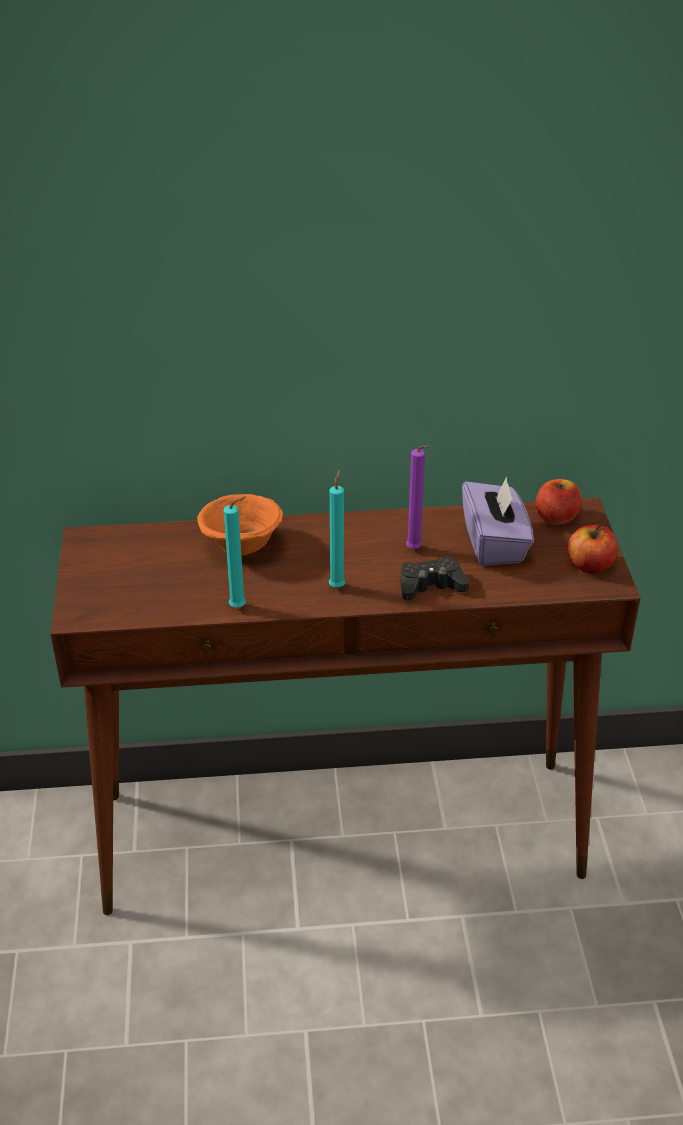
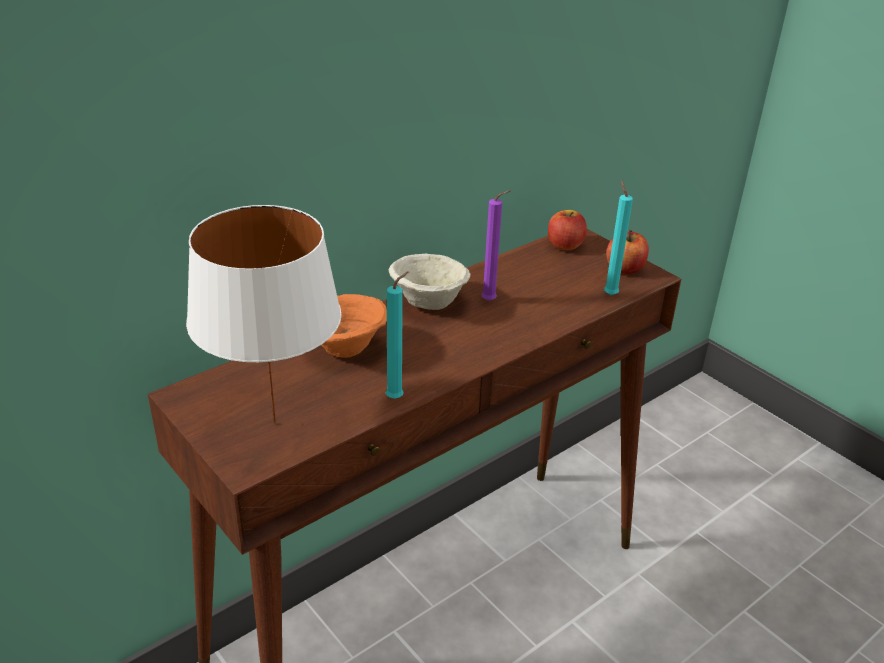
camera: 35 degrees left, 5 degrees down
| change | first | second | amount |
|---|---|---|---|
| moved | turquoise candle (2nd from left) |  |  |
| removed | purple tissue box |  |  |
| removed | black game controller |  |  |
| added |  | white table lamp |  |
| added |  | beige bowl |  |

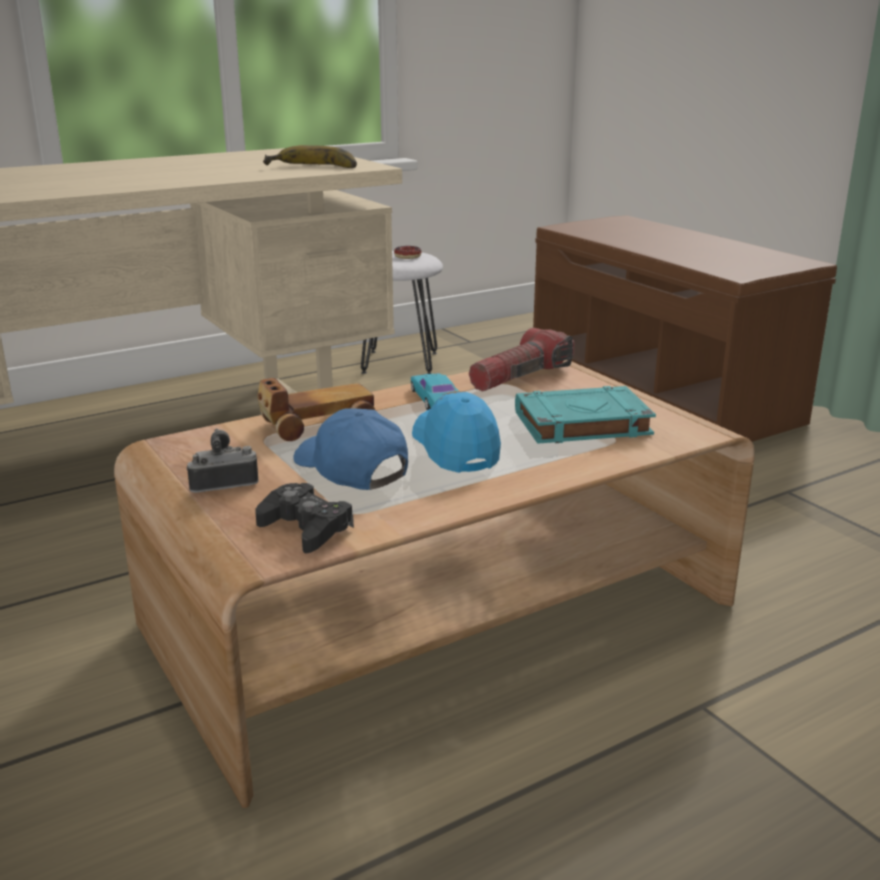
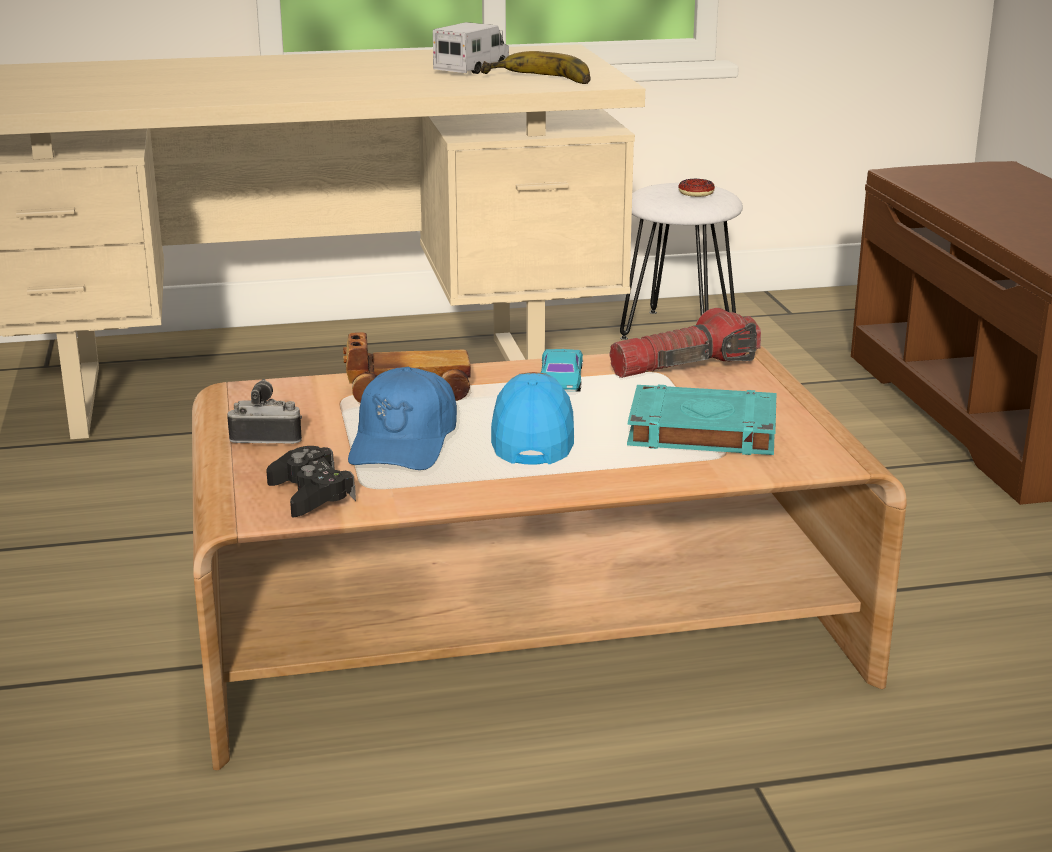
camera: 20 degrees right, 0 degrees up
| change | first | second | amount |
|---|---|---|---|
| turned | blue cap (1st from left) |  | 150 degrees counterclockwise |
| added |  | toy truck |  |

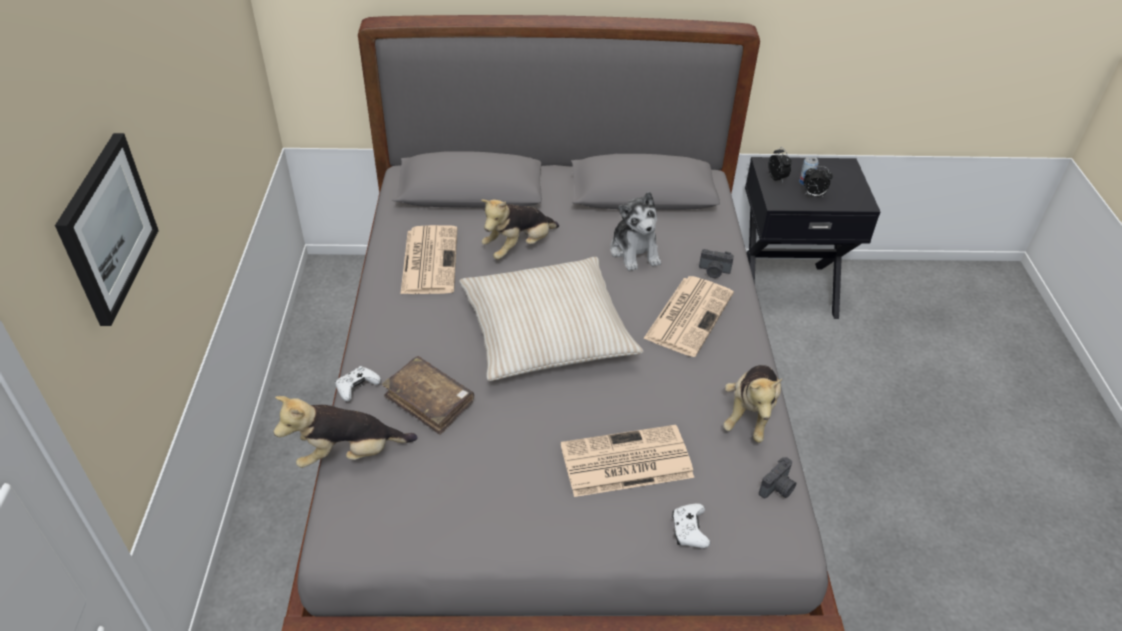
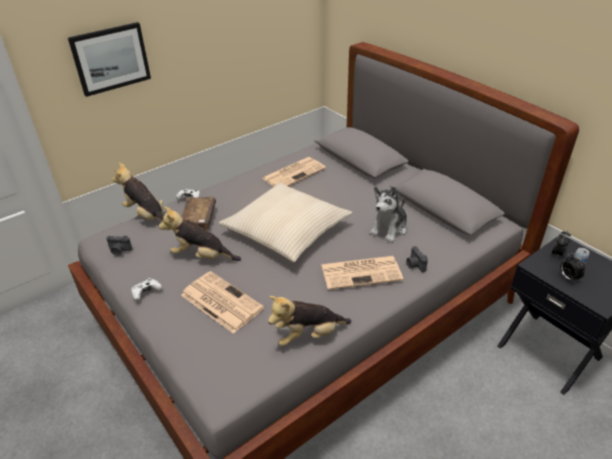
camera: 55 degrees right, 5 degrees down
| change | first | second | amount |
|---|---|---|---|
| moved | plush toy (2nd from left) |  |  |
| moved | photo camera (2nd from left in the first image) | photo camera (1st from left) |  |
| moved | white game controller (2nd from left in the first image) | white game controller (1st from left) |  |

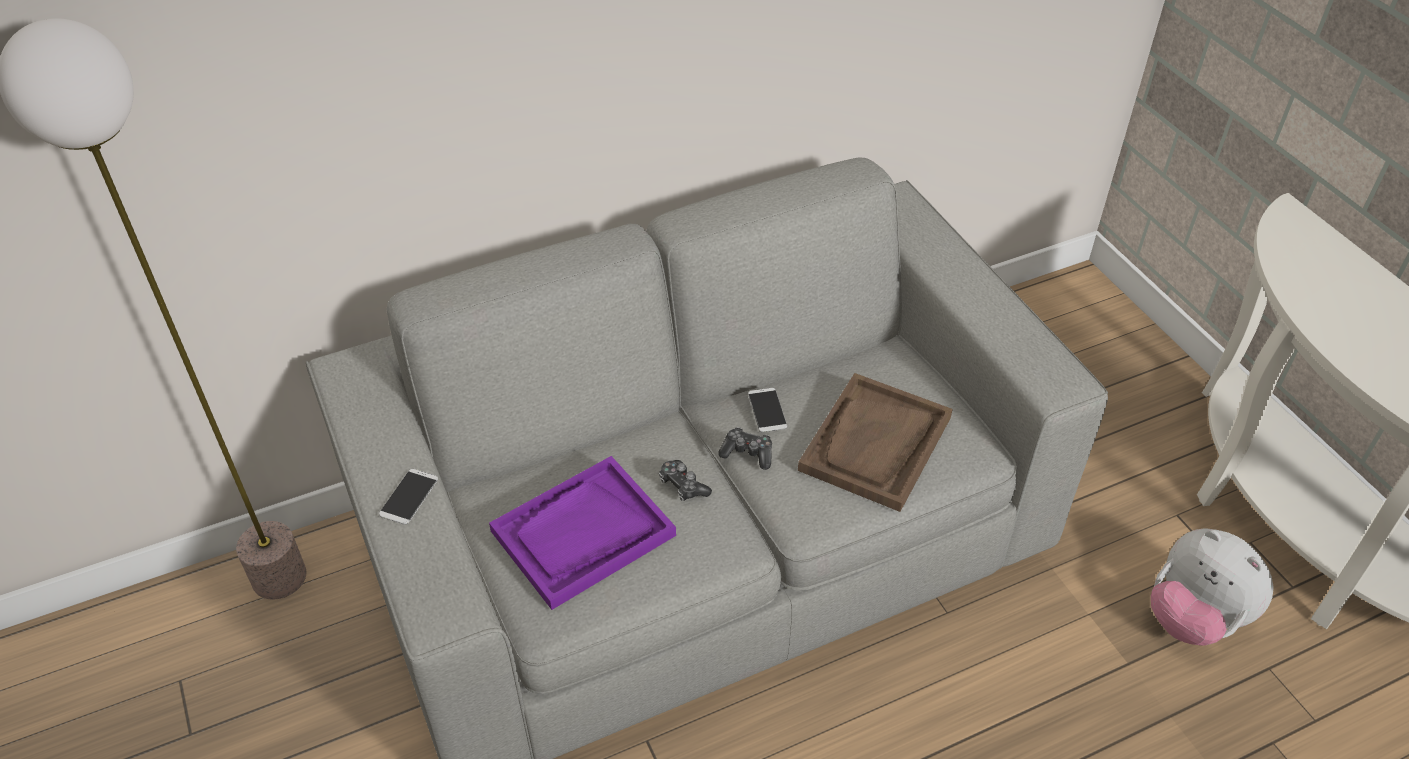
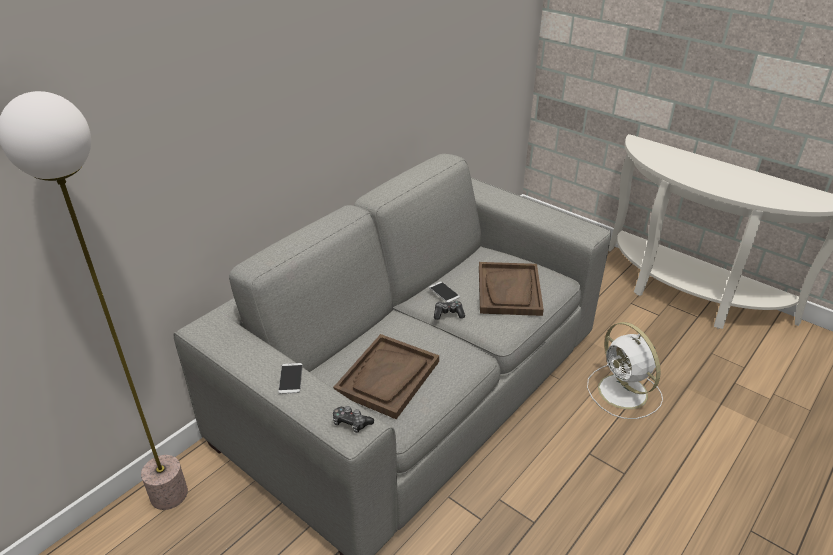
camera: 25 degrees left, 10 degrees down
| change | first | second | amount |
|---|---|---|---|
| recoloured | purple tray | brown tray (1st from left) |  |
| moved | game controller (1st from left) |  |  |
| removed | plush toy |  |  |
| added |  | white fan |  |

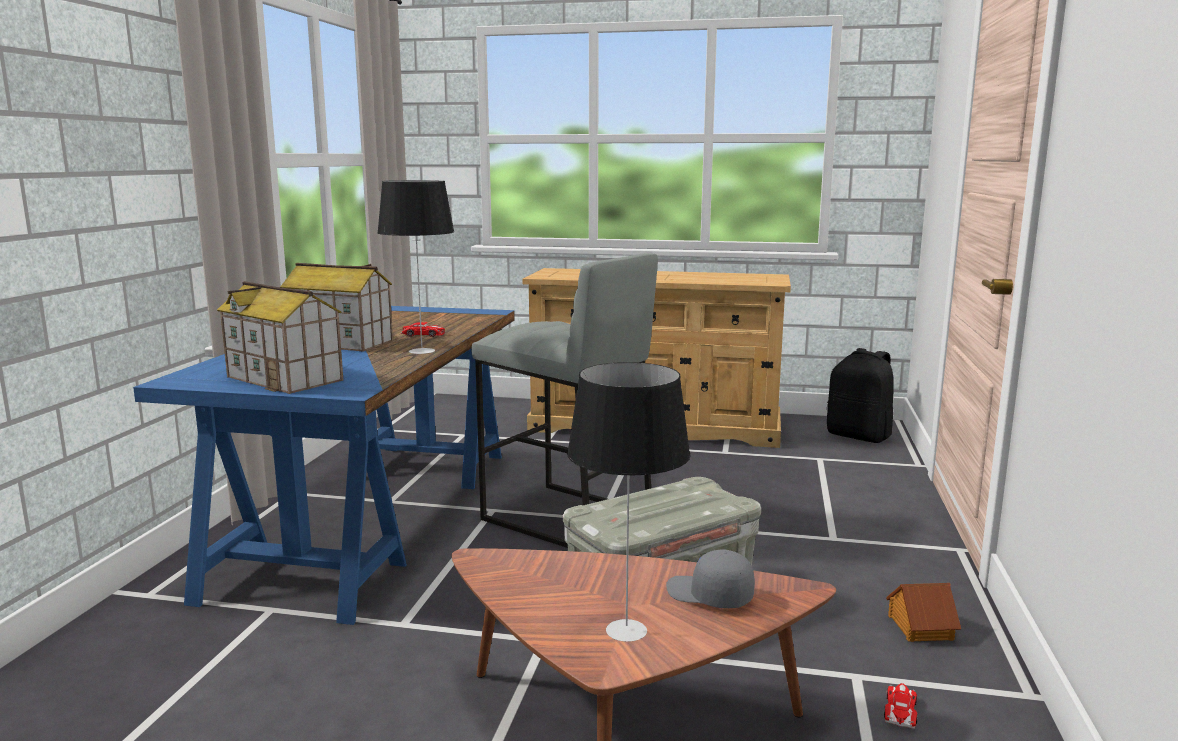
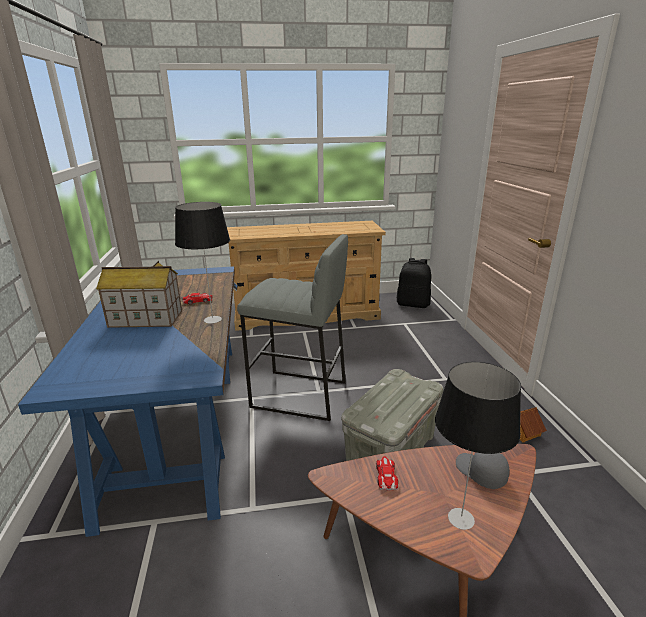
camera: 20 degrees left, 10 degrees up
| change | first | second | amount |
|---|---|---|---|
| removed | toy house (1st from left) |  |  |
| turned | grey cap |  | 45 degrees clockwise |
| moved | toy car (2nd from left) |  |  |

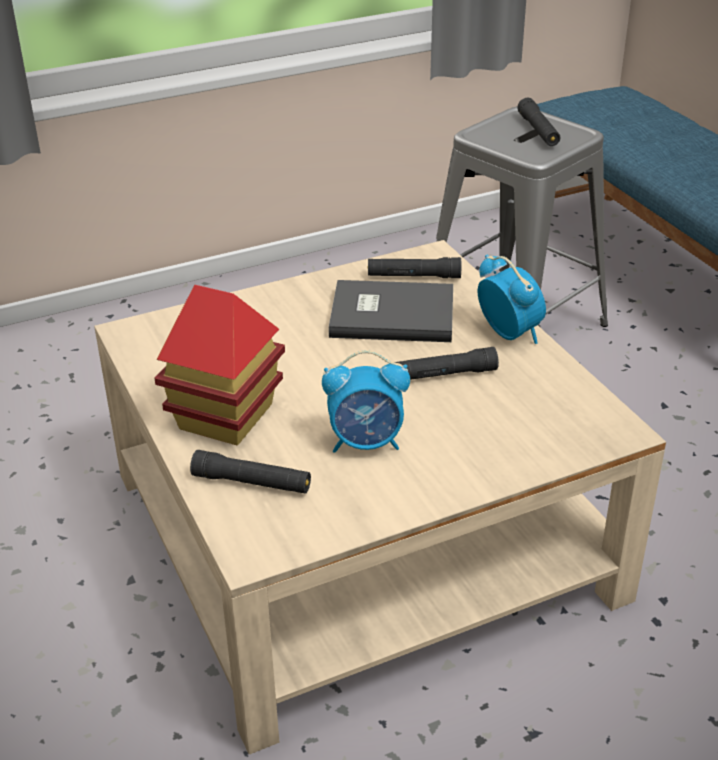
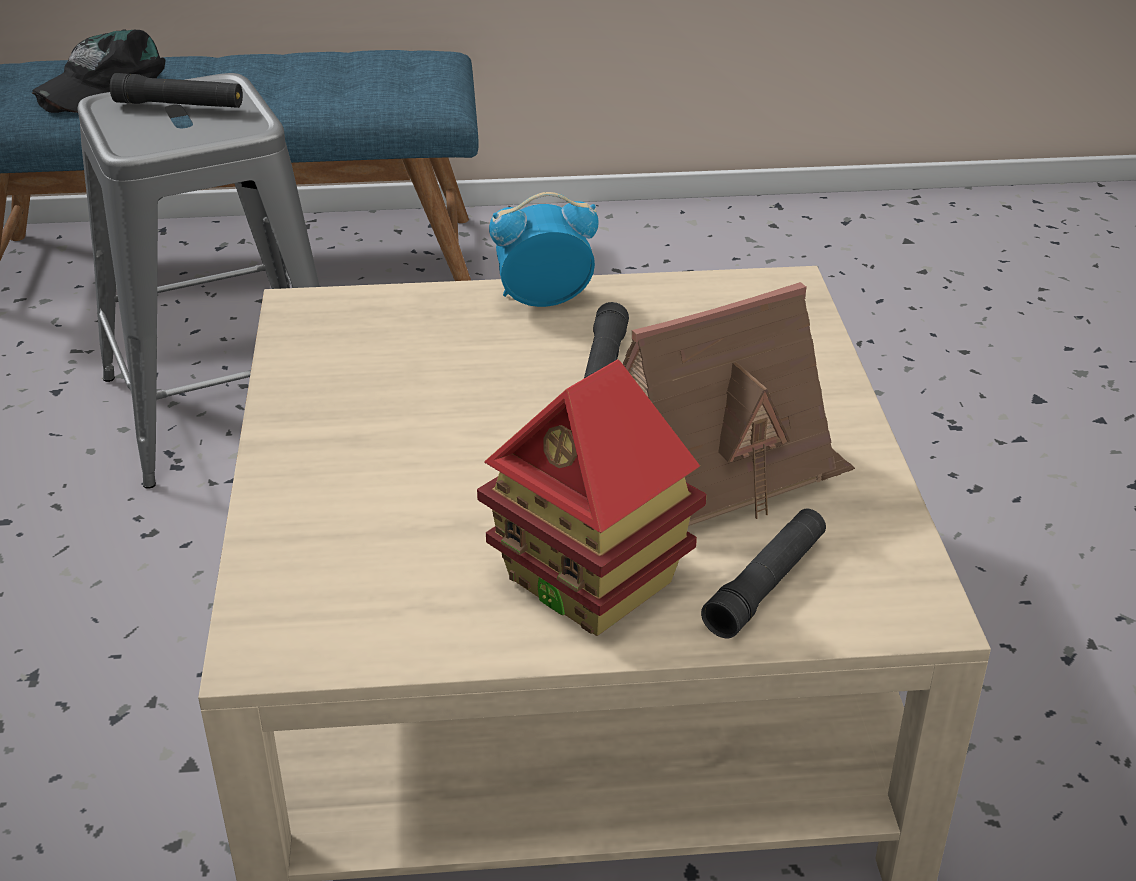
camera: 70 degrees left, 0 degrees up
| change | first | second | amount |
|---|---|---|---|
| removed | black flashlight (2nd from left) |  |  |
| removed | grey book |  |  |
| replaced | alarm clock (1st from left) | toy house (2nd from left) |  |
| added |  | black cap |  |

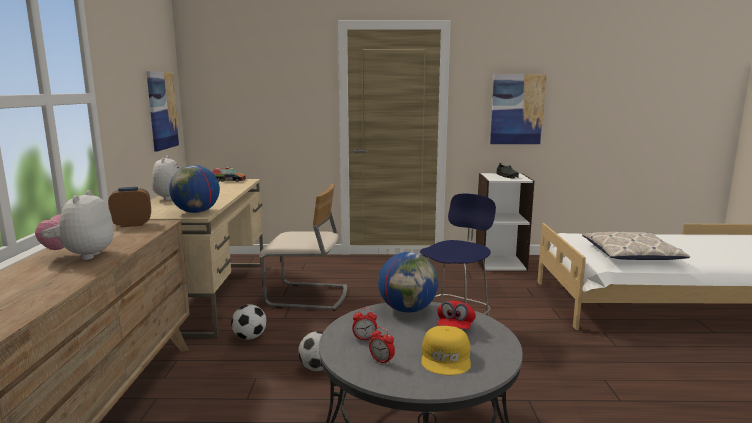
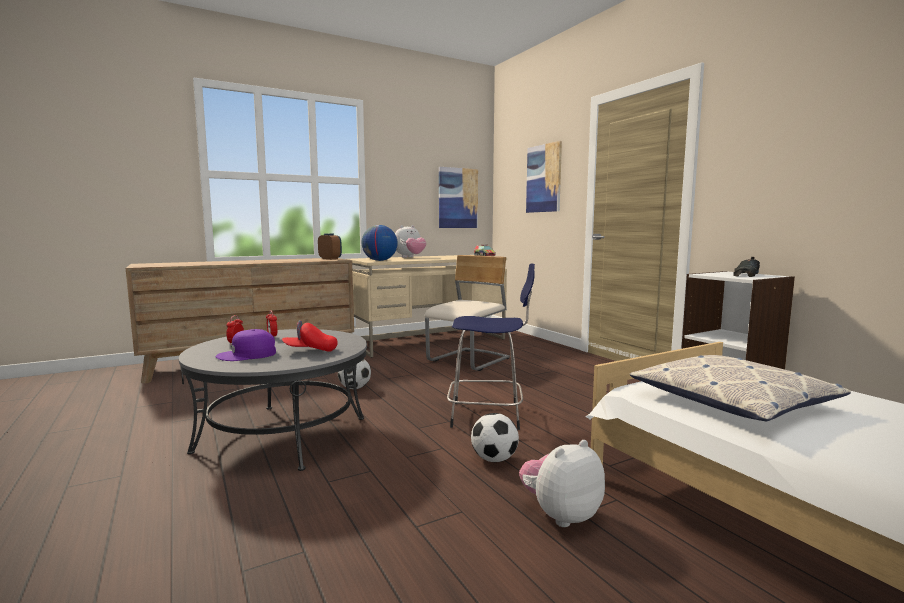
camera: 60 degrees right, 5 degrees down
| change | first | second | amount |
|---|---|---|---|
| moved | picture (2nd from left) |  |  |
| turned | beige chair |  | 120 degrees counterclockwise |
| moved | plush toy (1st from left in the first image) | plush toy (2nd from left) |  |
| removed | globe (2nd from left) |  |  |
| moved | football (1st from left in the first image) | football (2nd from left) |  |
| recoloured | yellow cap | purple cap |  |

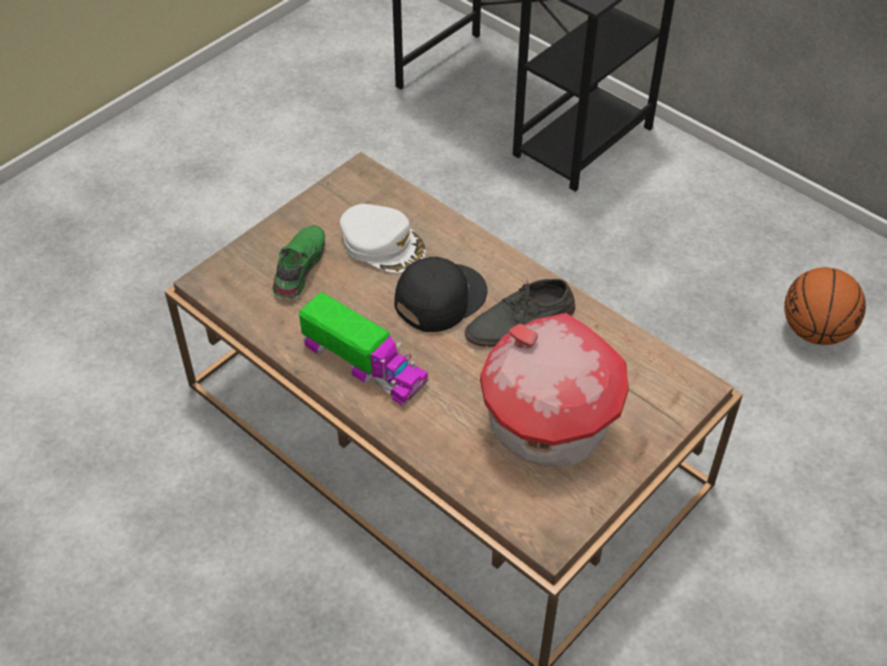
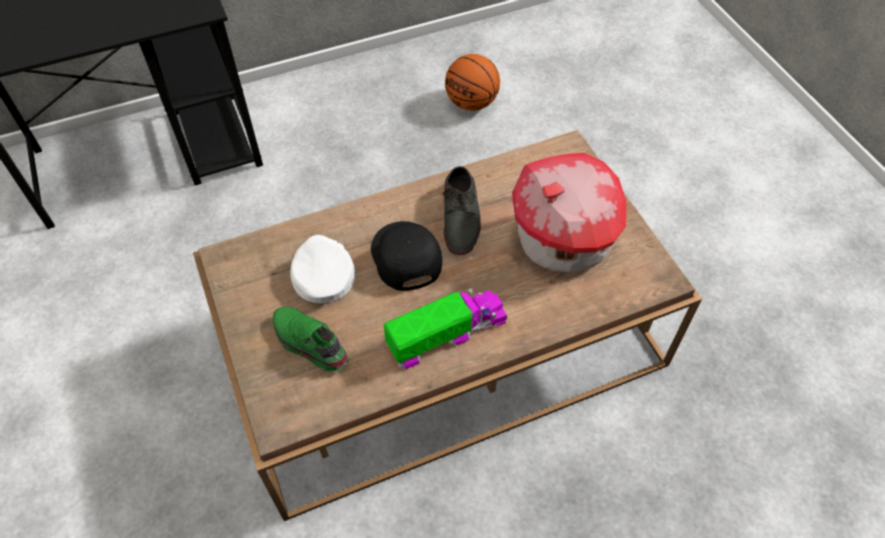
camera: 65 degrees left, 5 degrees up
| change | first | second | amount |
|---|---|---|---|
| turned | white cap |  | 75 degrees counterclockwise |

